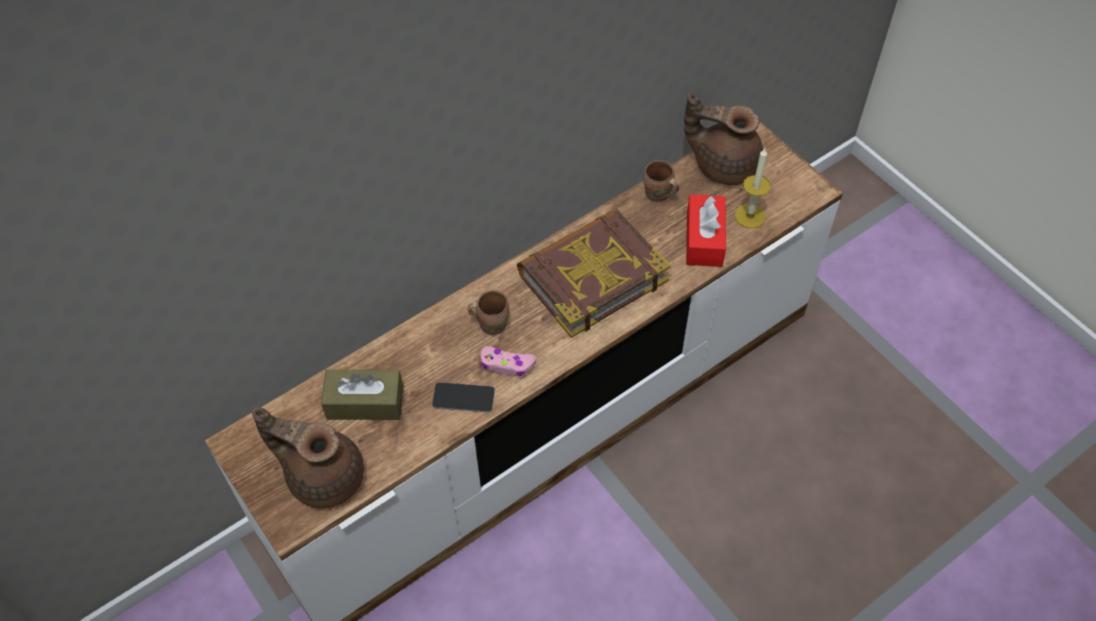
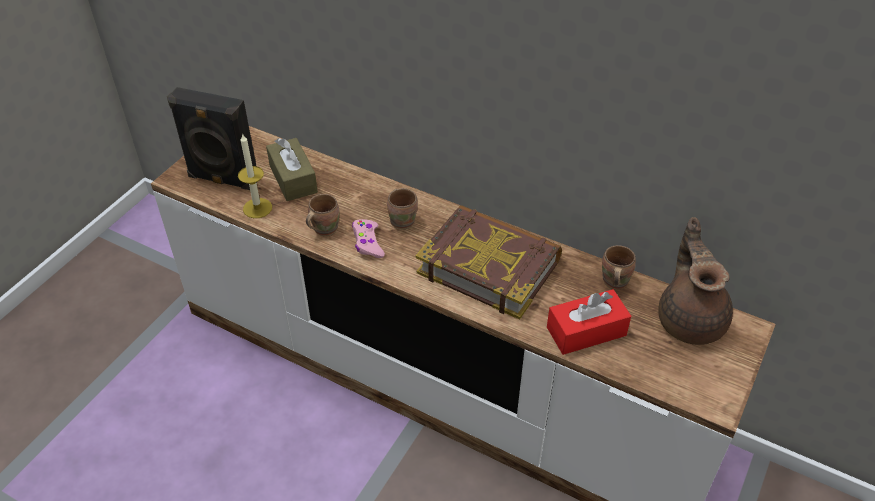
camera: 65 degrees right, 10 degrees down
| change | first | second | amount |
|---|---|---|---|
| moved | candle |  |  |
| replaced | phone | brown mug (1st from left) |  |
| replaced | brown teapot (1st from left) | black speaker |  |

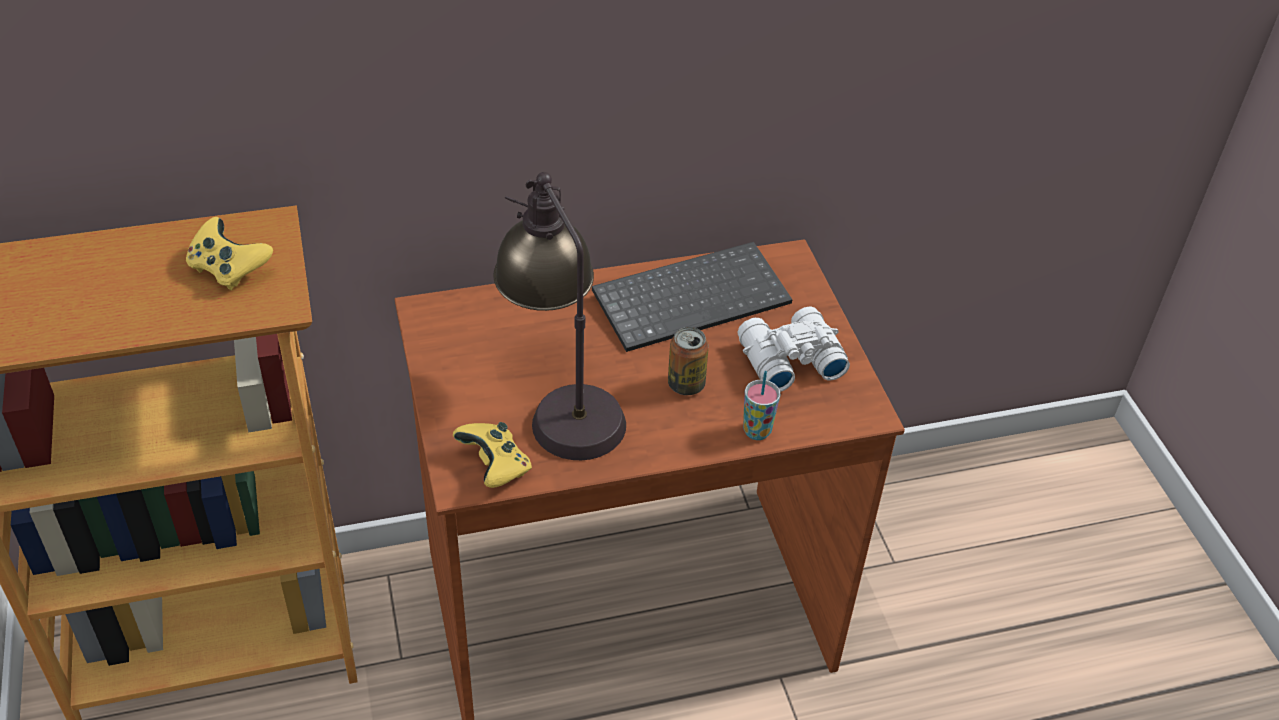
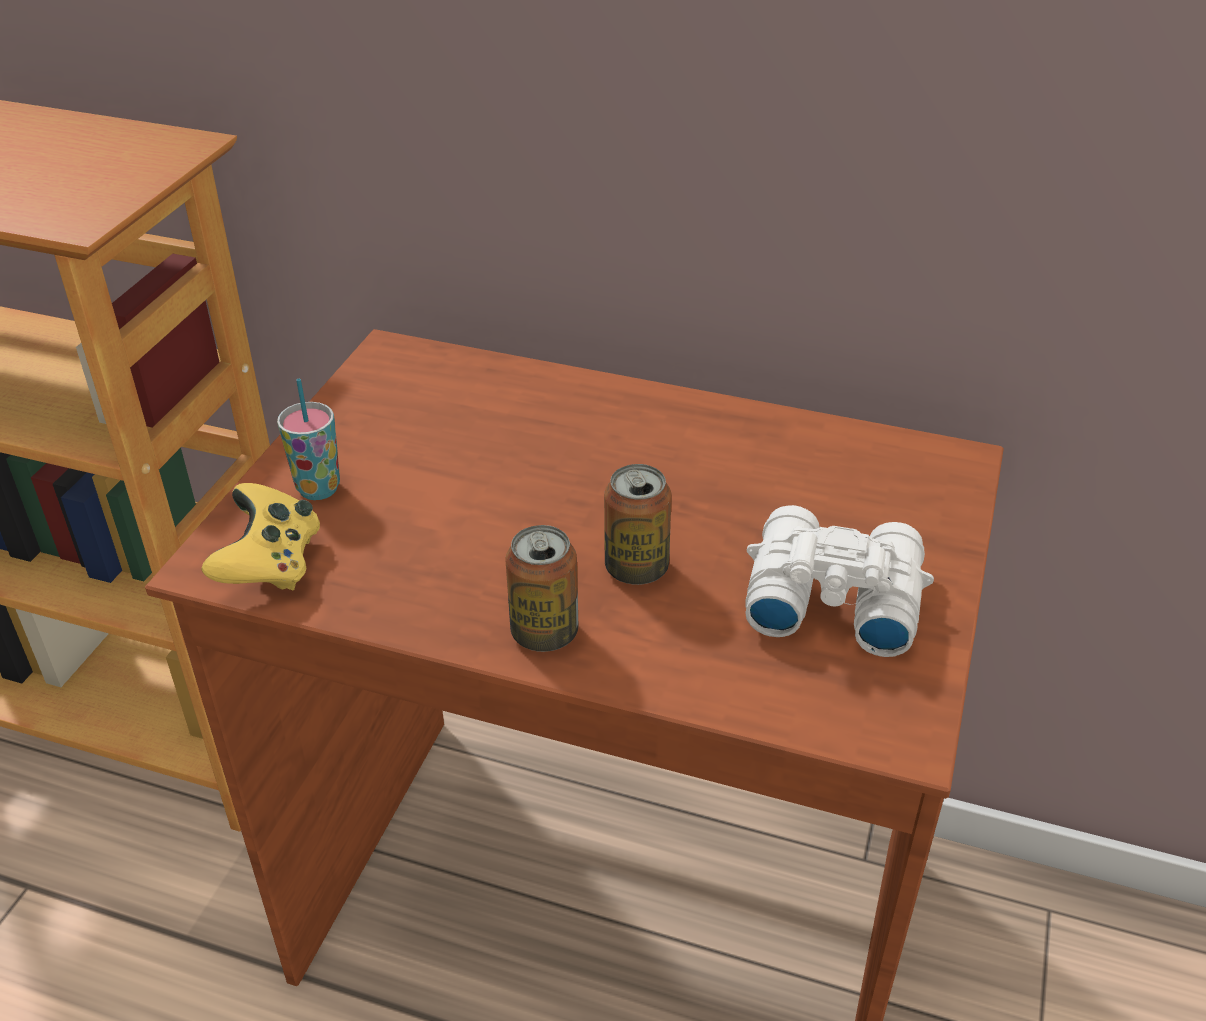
camera: 35 degrees right, 5 degrees down
| change | first | second | amount |
|---|---|---|---|
| removed | table lamp |  |  |
| removed | yellow game controller (1st from left) |  |  |
| removed | keyboard |  |  |
| moved | cup |  |  |
| added |  | can (1st from left) |  |

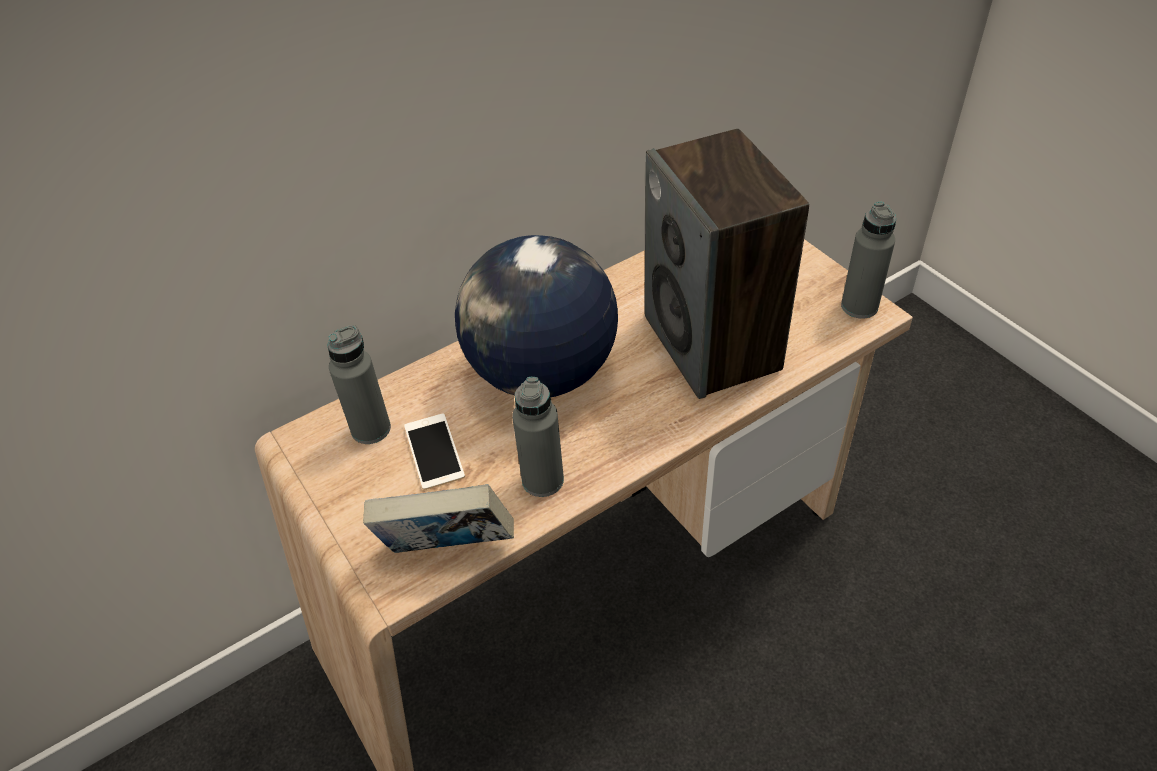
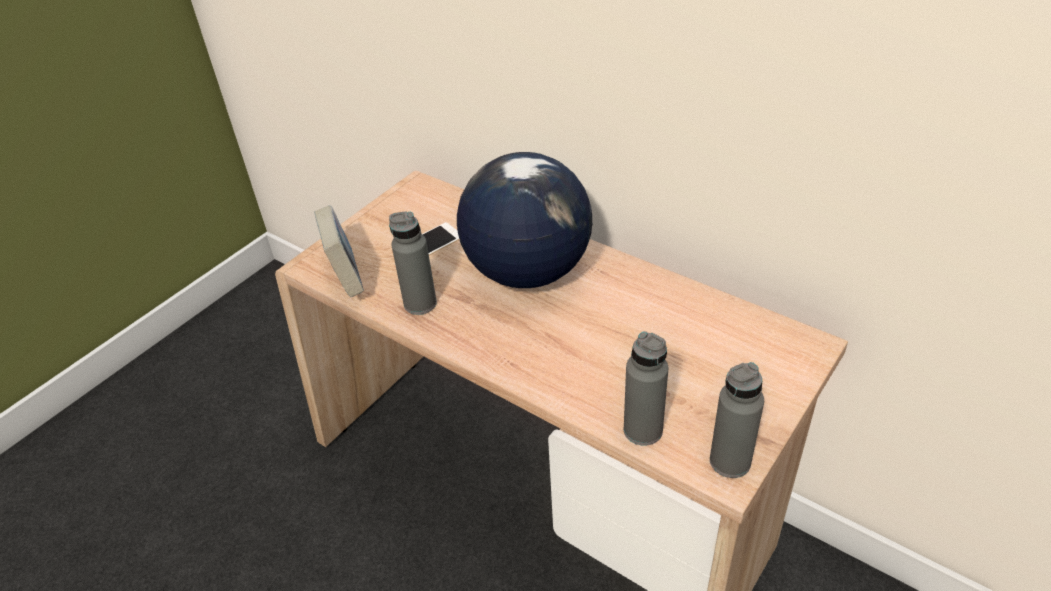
camera: 70 degrees right, 5 degrees down
| change | first | second | amount |
|---|---|---|---|
| removed | speaker |  |  |
| moved | grey bottle (1st from left in the first image) | grey bottle (2nd from left) |  |

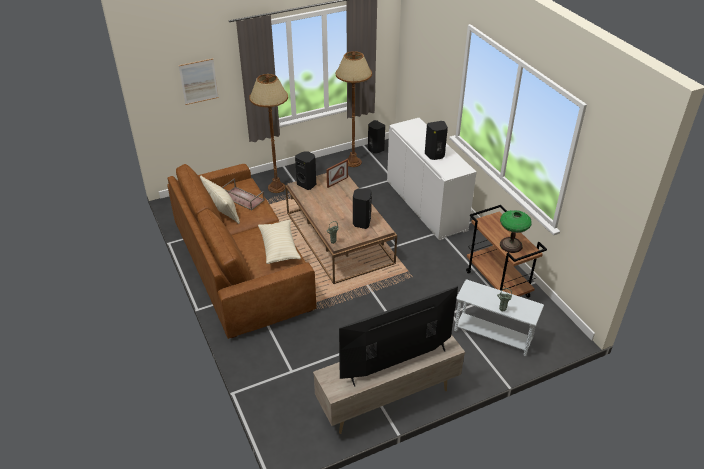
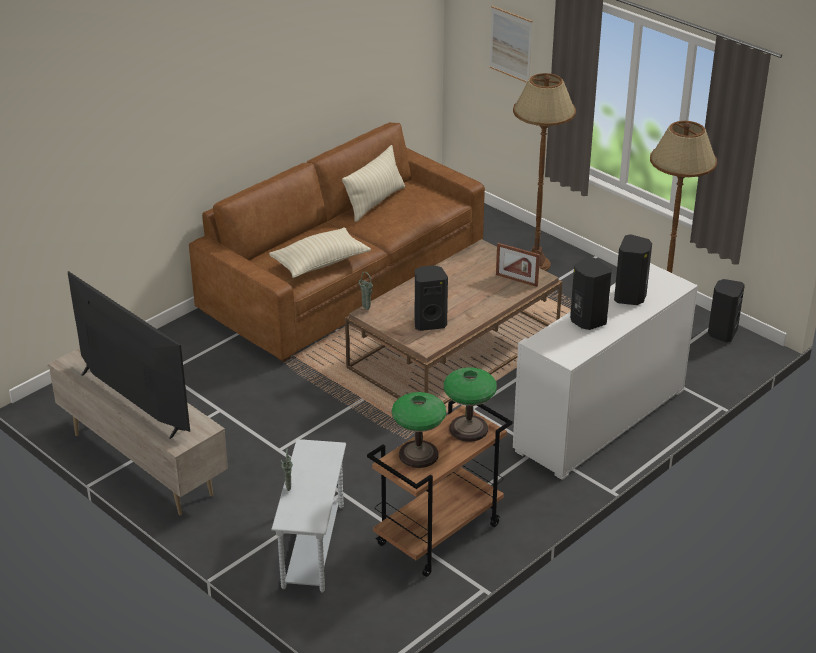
camera: 70 degrees right, 5 degrees down
| change | first | second | amount |
|---|---|---|---|
| moved | black speaker (1st from left in the first image) | black speaker (3rd from left) |  |
| removed | brown tray |  |  |
| added |  | table lamp (2nd from left) |  |

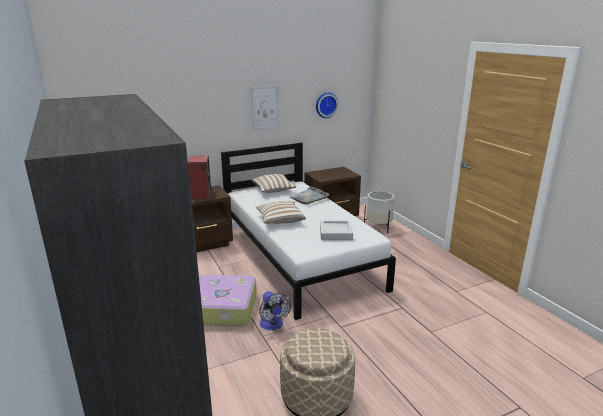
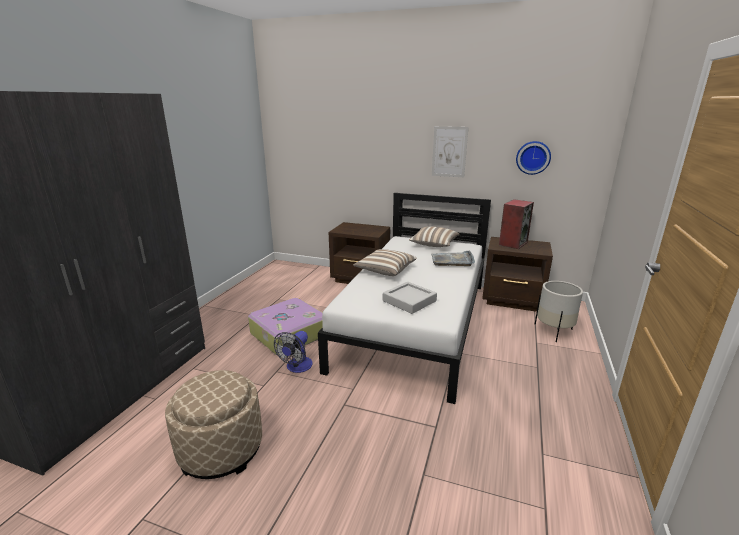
camera: 45 degrees right, 0 degrees up
| change | first | second | amount |
|---|---|---|---|
| moved | speaker |  |  |

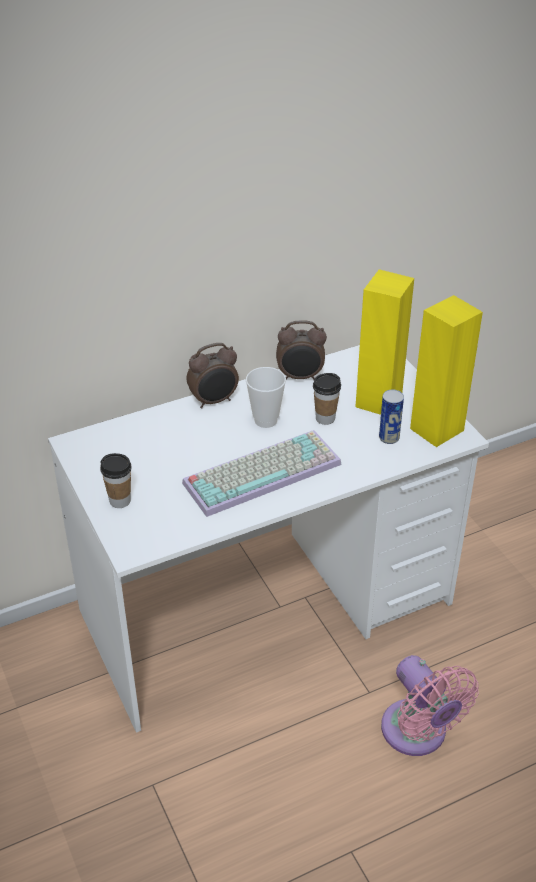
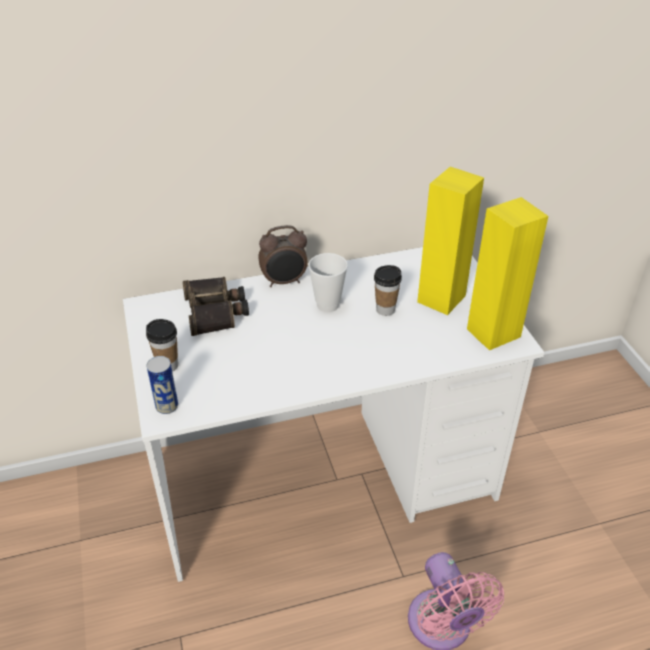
camera: 10 degrees right, 0 degrees up
| change | first | second | amount |
|---|---|---|---|
| removed | alarm clock (2nd from left) |  |  |
| moved | can |  |  |
| removed | keyboard |  |  |
| added |  | binoculars |  |

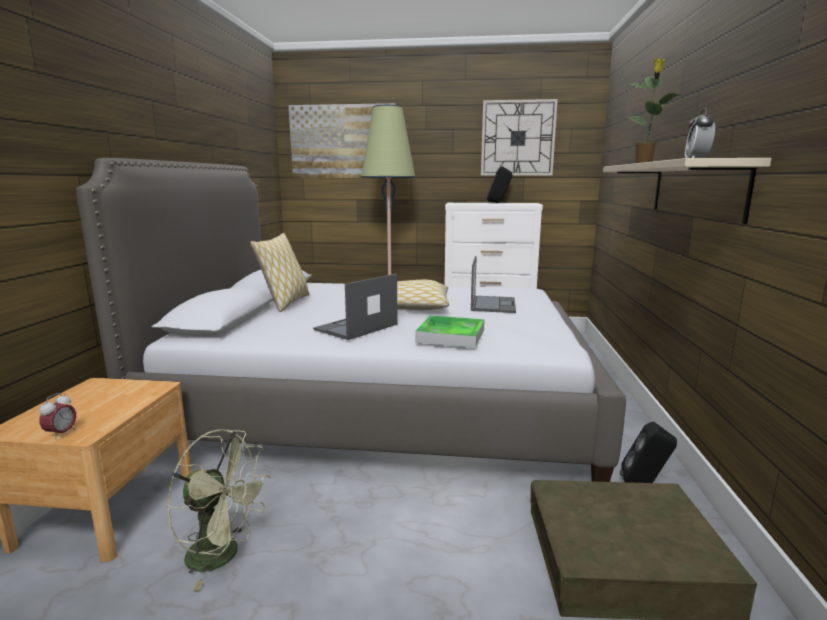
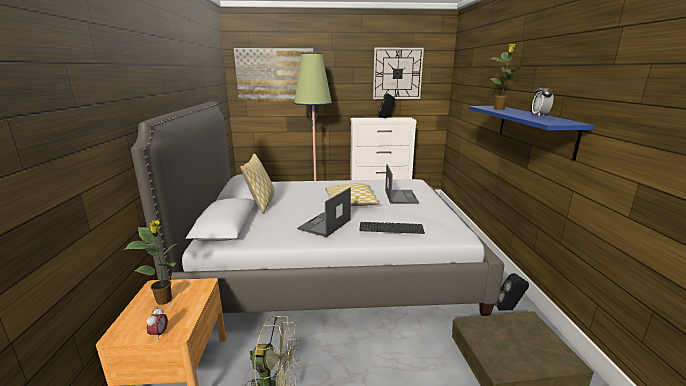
camera: 10 degrees left, 5 degrees up
| change | first | second | amount |
|---|---|---|---|
| recoloured | beige shelf | blue shelf |  |
| replaced | tray | keyboard |  |
| added |  | potted plant (1st from left) |  |

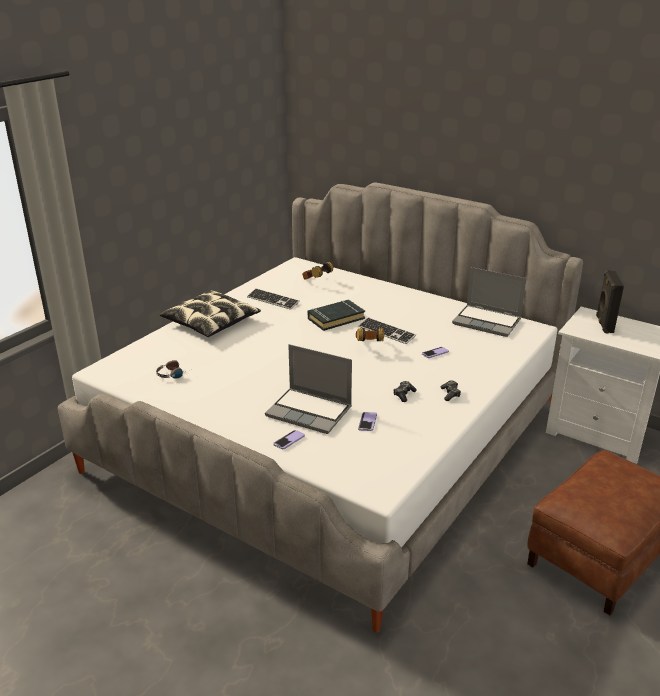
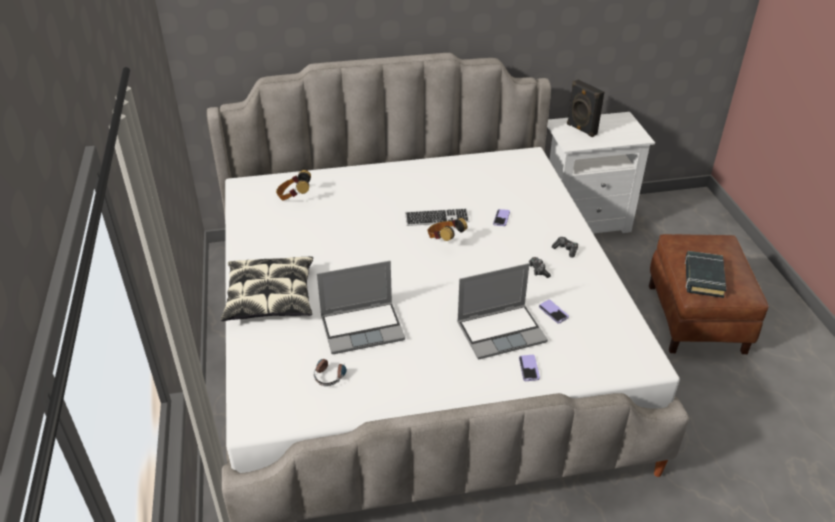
camera: 45 degrees left, 10 degrees up
| change | first | second | amount |
|---|---|---|---|
| moved | laptop (2nd from left in the first image) | laptop (1st from left) |  |
| removed | keyboard (1st from left) |  |  |
| moved | black book |  |  |

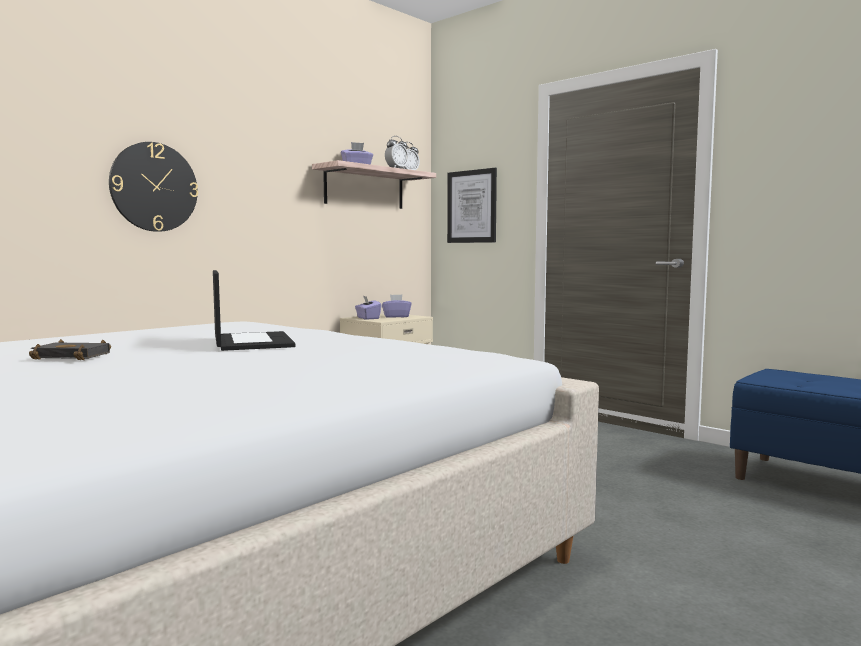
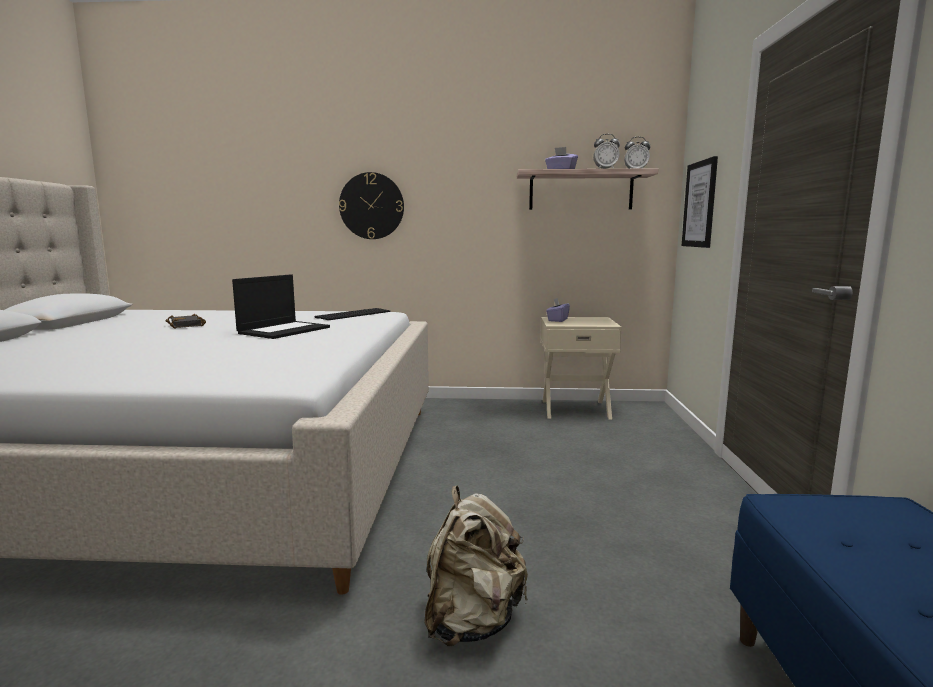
camera: 50 degrees right, 5 degrees up
| change | first | second | amount |
|---|---|---|---|
| removed | purple tissue box (3rd from left) |  |  |
| added |  | keyboard |  |
| added |  | beige backpack |  |

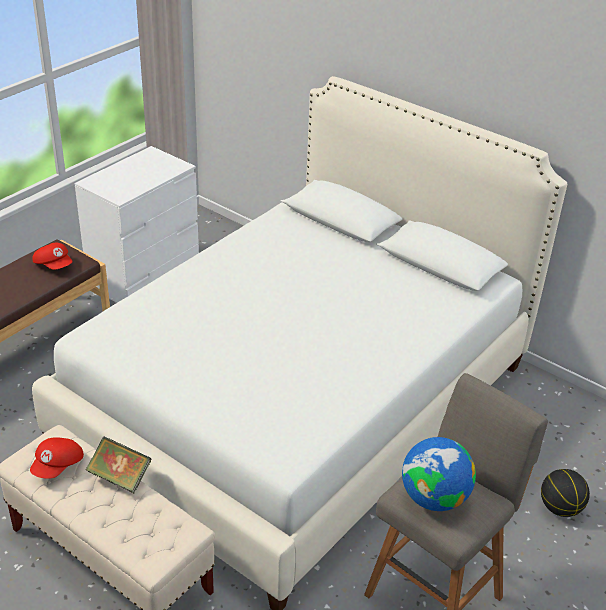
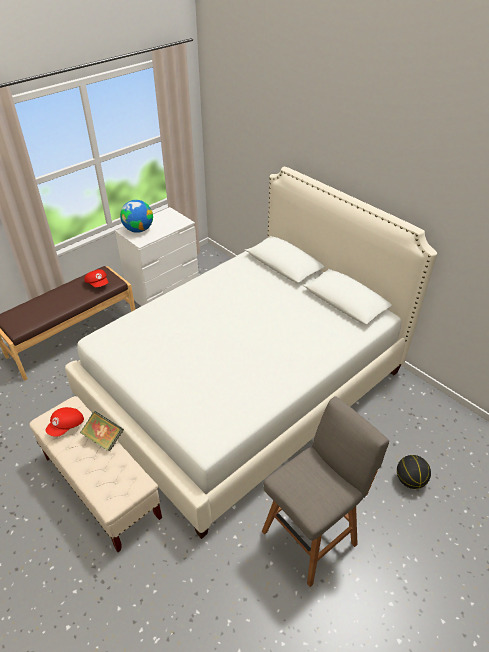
camera: 10 degrees right, 5 degrees up
| change | first | second | amount |
|---|---|---|---|
| moved | globe |  |  |

